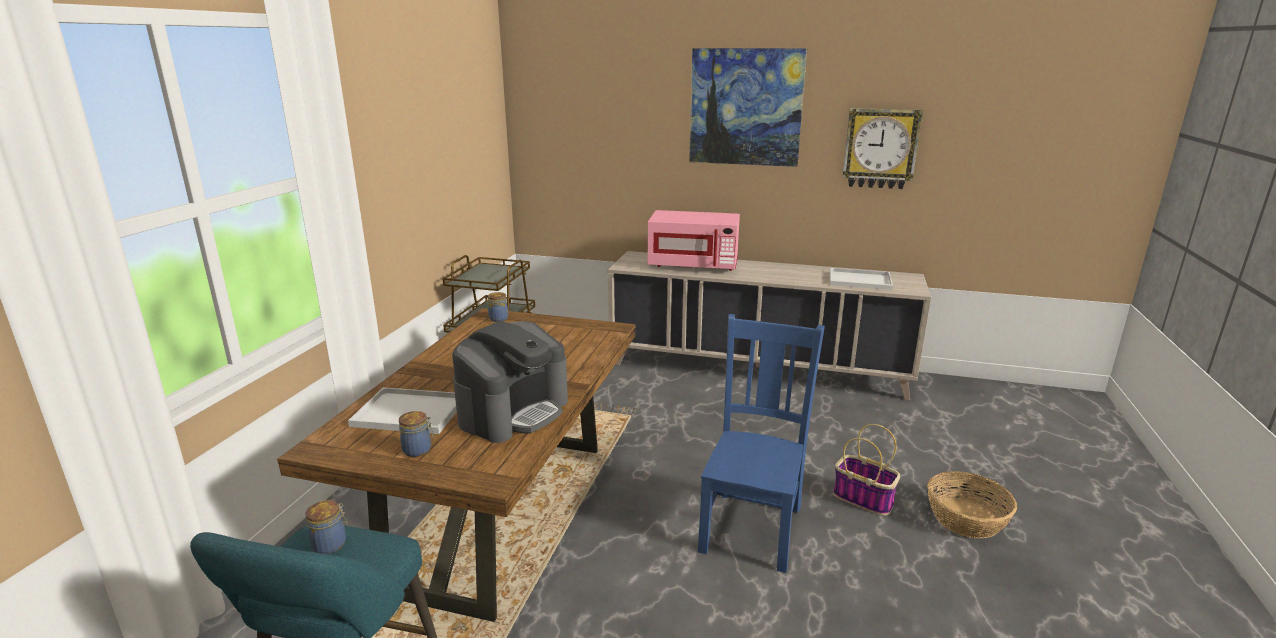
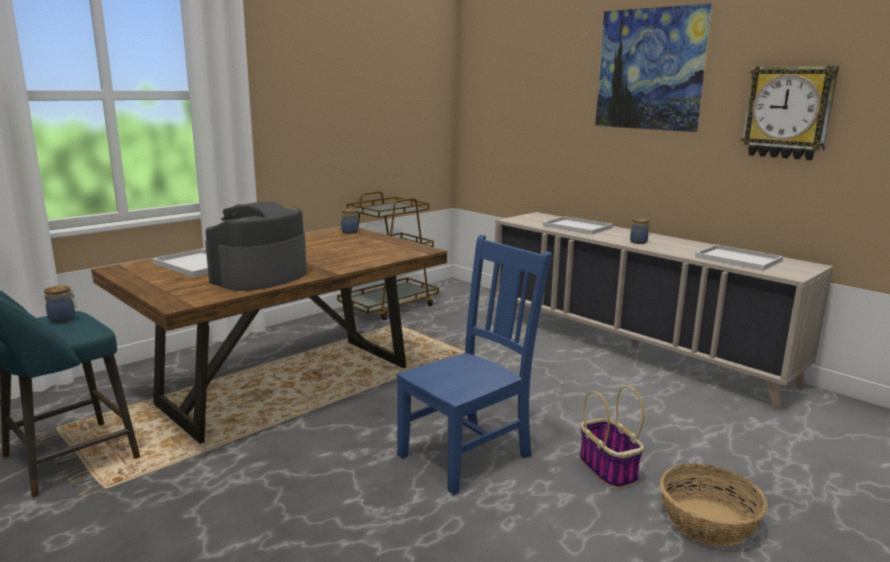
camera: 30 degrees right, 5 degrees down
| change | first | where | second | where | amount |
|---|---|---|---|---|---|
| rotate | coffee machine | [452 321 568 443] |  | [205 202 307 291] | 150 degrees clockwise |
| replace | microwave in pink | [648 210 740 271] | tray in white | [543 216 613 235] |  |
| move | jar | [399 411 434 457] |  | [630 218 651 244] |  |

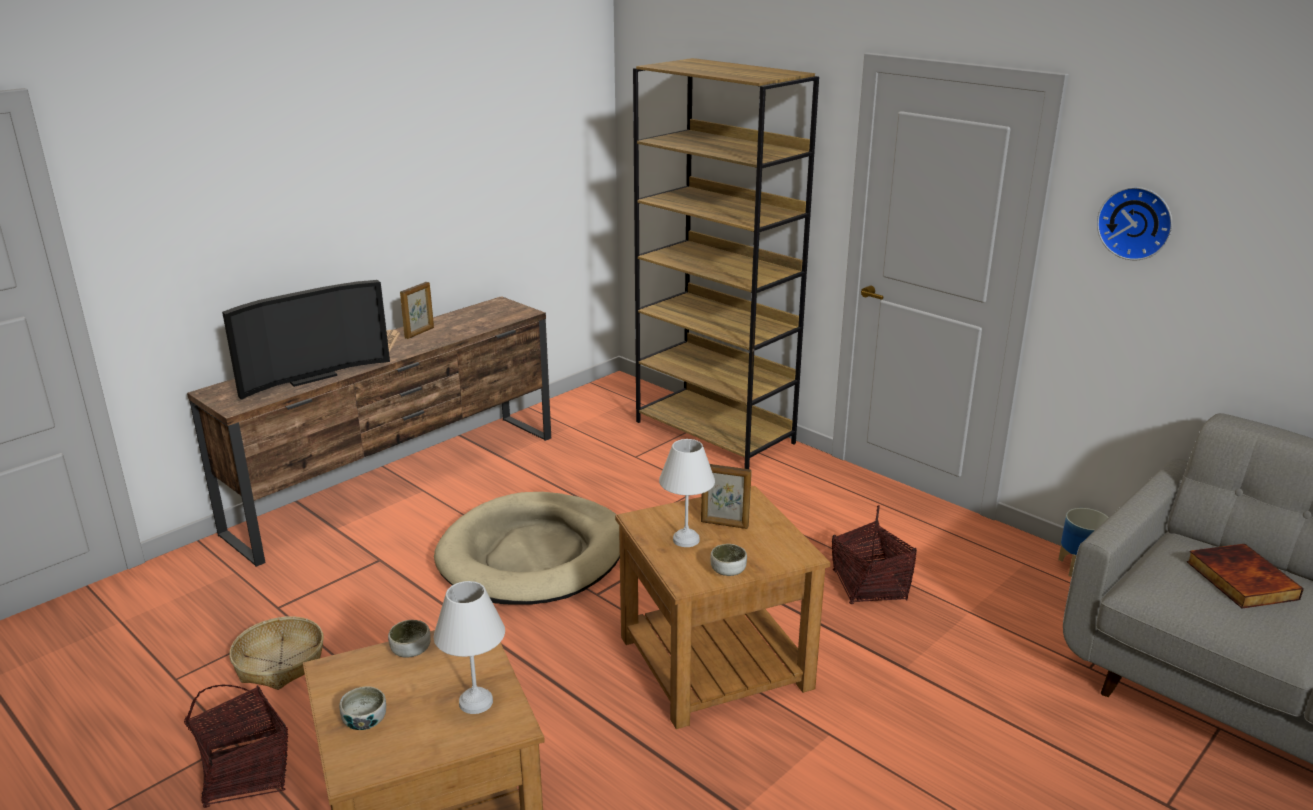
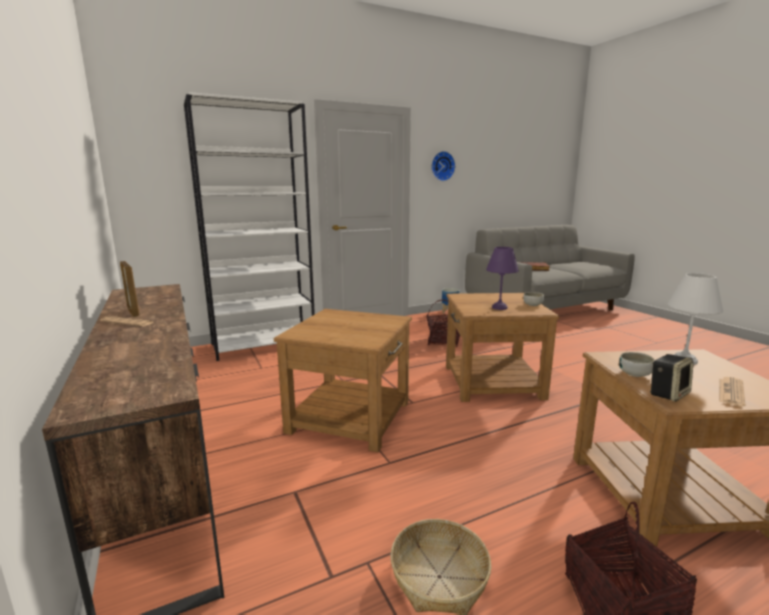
camera: 70 degrees left, 10 degrees down
| change | first | where | second | where | amount |
|---|---|---|---|---|---|
| recolor | bookcase in brown | [633 58 819 469] | bookcase in white | [184 92 315 361] |  |
| replace | dog bed in beige | [434 492 620 605] | side table in brown | [274 309 412 452] |  |
| recolor | table lamp in white | [659 439 715 547] | table lamp in purple | [486 247 519 310] |  |
| insert |  |  | speaker | [650 354 694 402] |  |
| replace | bowl | [339 686 386 730] | newspaper | [719 377 745 407] |  |
| delete | television | [222 280 390 400] |  |  |  |
| delete | picture frame | [701 464 752 529] |  |  |  |

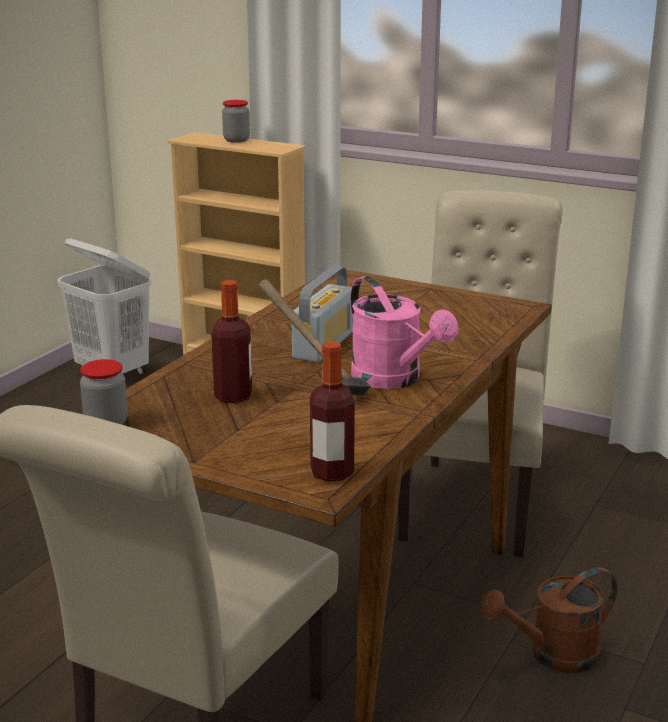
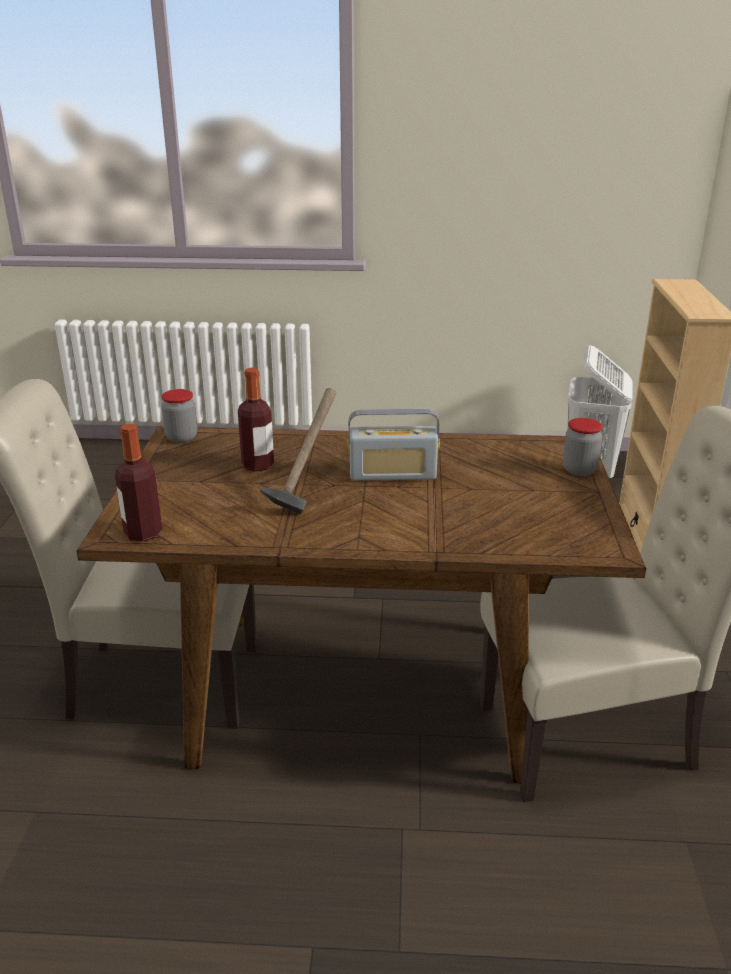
camera: 65 degrees right, 5 degrees up
| change | first | where | second | where | amount |
|---|---|---|---|---|---|
| move | jar | [222 100 250 143] |  | [563 418 603 476] |  |
| delete | watering can in pink | [350 276 458 389] |  |  |  |
| delete | watering can in brown | [481 567 617 673] |  |  |  |

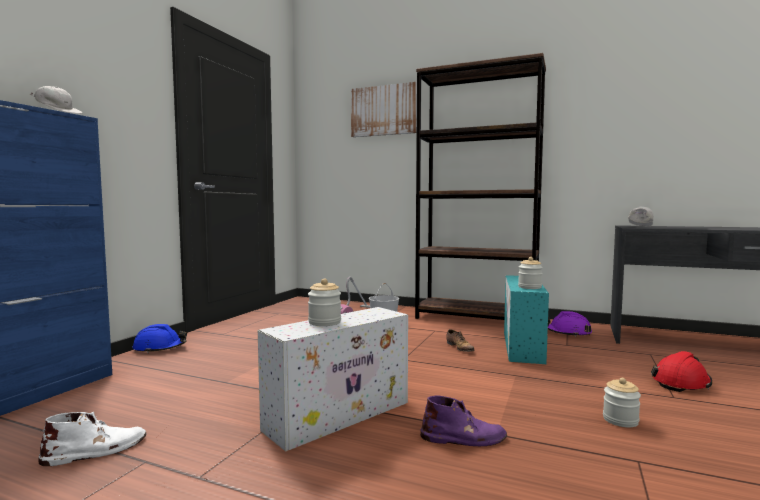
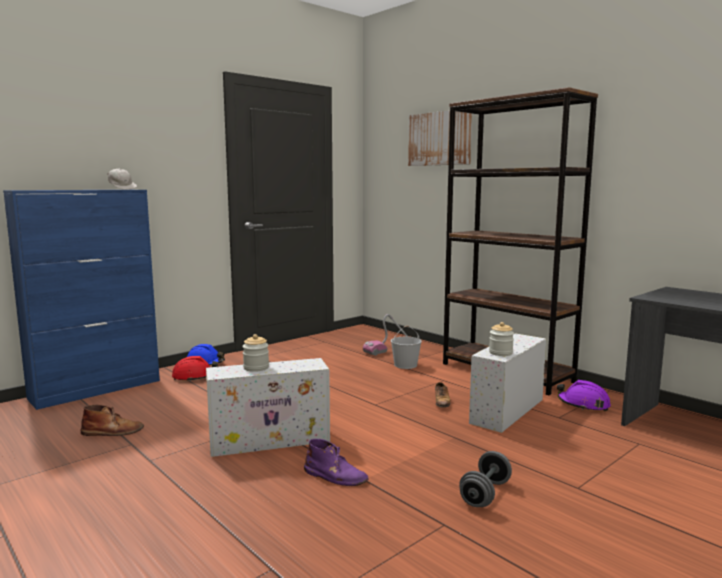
camera: 25 degrees right, 5 degrees up
| change | first | where | second | where | amount |
|---|---|---|---|---|---|
| recolor | boot in white | [39 412 146 466] | boot in brown | [81 405 144 436] |  |
| move | hard hat in red | [651 351 712 392] |  | [172 356 218 382] |  |
| replace | jar | [603 378 641 427] | dumbbell in grey | [459 451 512 507] |  |
| recolor | storage box in turquoise | [504 275 549 364] | storage box in white | [469 333 546 433] |  |
| delete | cap in white | [628 207 653 226] |  |  |  |

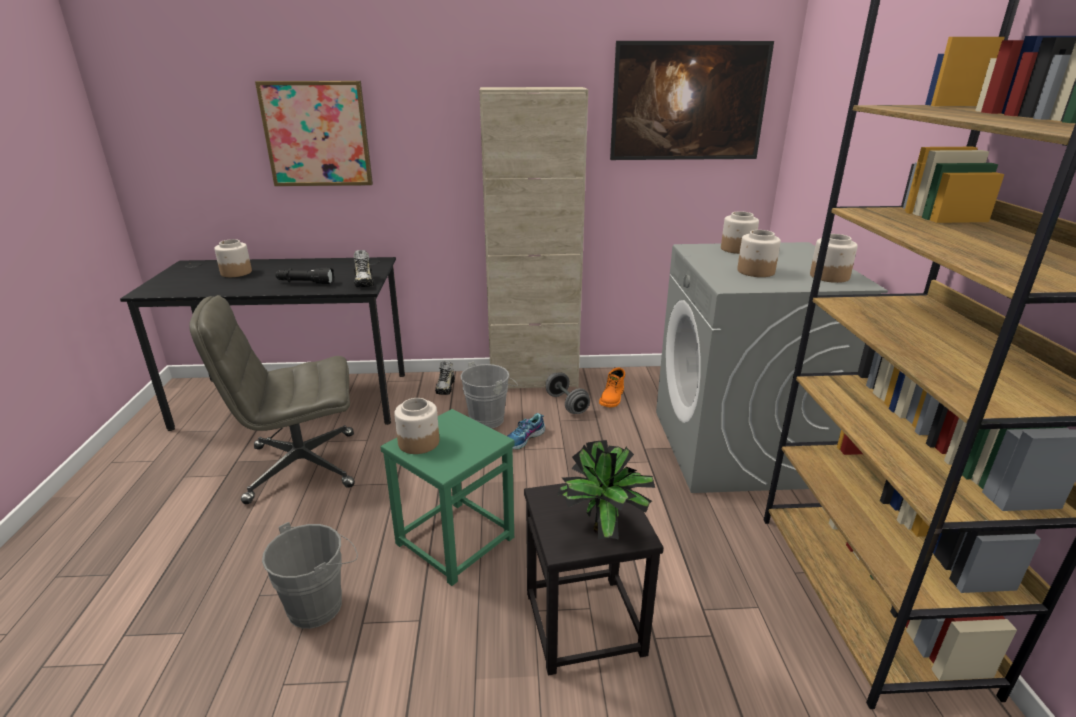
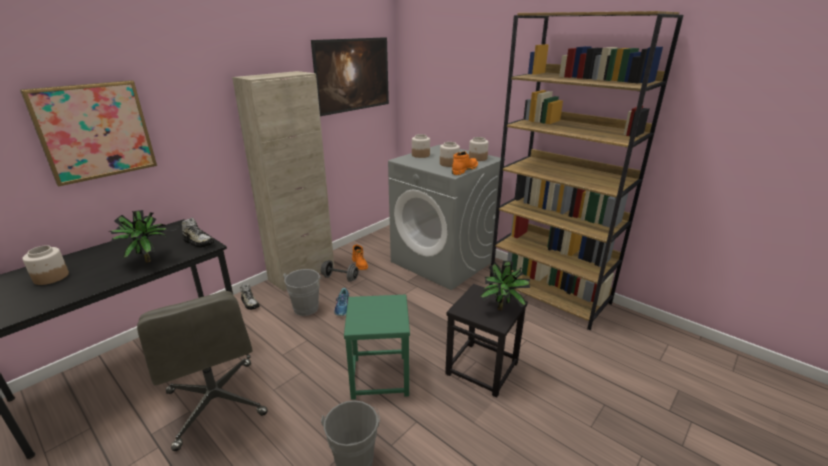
camera: 45 degrees left, 0 degrees up
| change | first | where | second | where | amount |
|---|---|---|---|---|---|
| replace | flashlight in black | [275 268 335 284] | potted plant | [109 210 169 263] |  |
| rotate | office chair in grey | [189 295 355 504] |  | [137 291 268 451] | 60 degrees counterclockwise |
| insert |  |  | boot in orange | [452 151 478 175] |  |
| delete | jar | [394 398 439 454] |  |  |  |

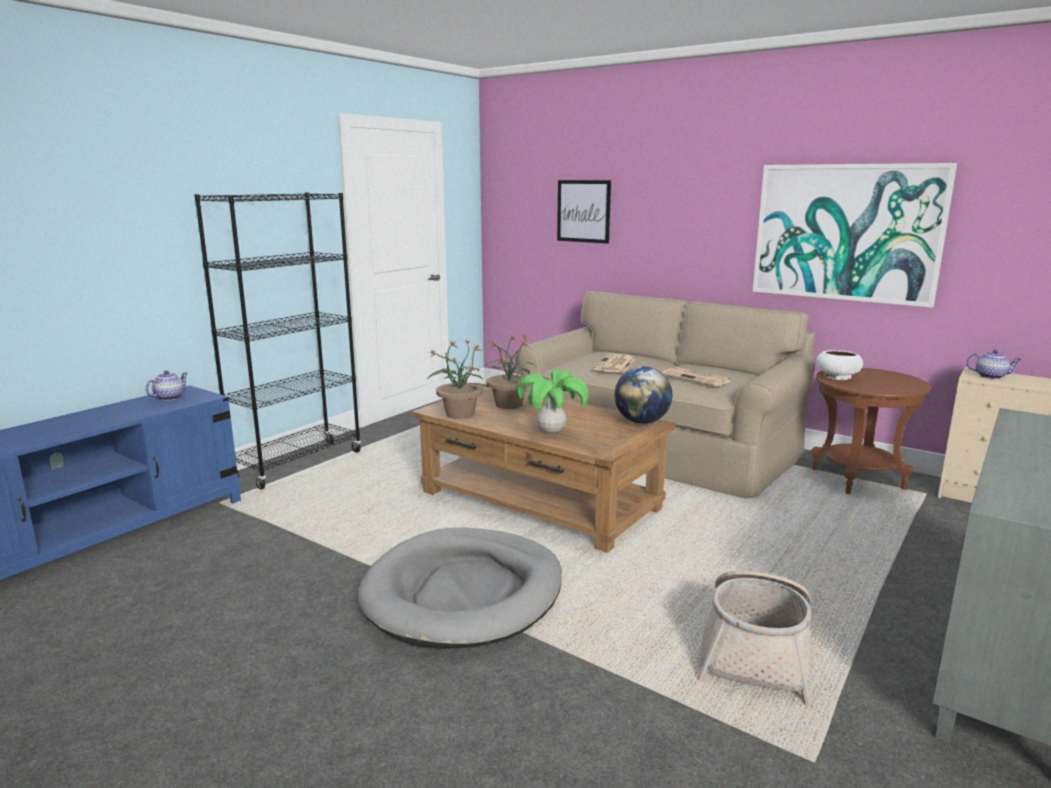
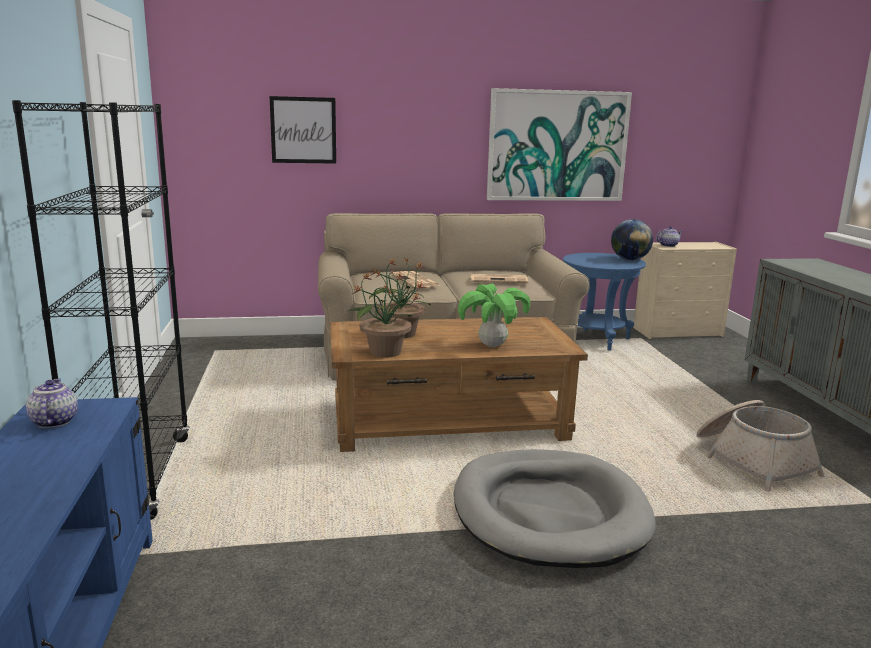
camera: 45 degrees left, 0 degrees up
| change | first | where | second | where | amount |
|---|---|---|---|---|---|
| recolor | side table in brown | [811 368 931 494] | side table in blue | [563 253 646 351] |  |
| move | globe | [614 366 672 424] |  | [611 219 653 260] |  |
| delete | bowl in white | [816 350 863 380] |  |  |  |

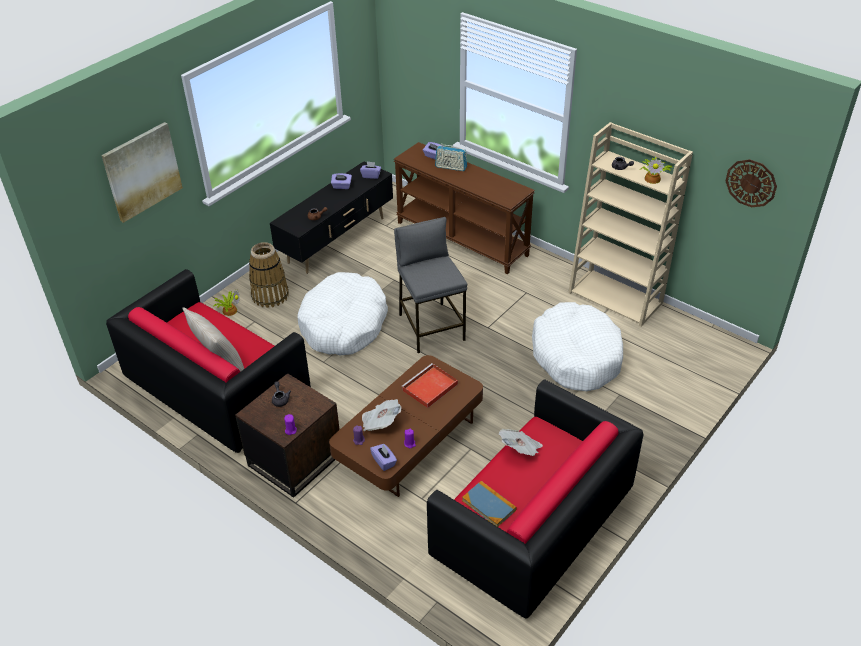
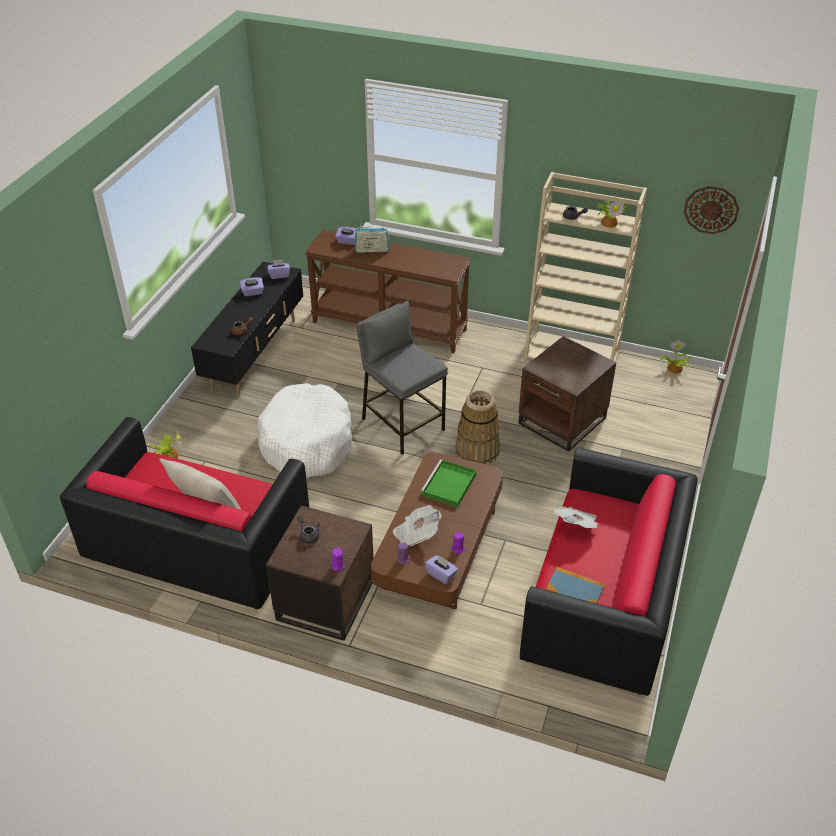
camera: 20 degrees left, 0 degrees up
| change | first | where | second | where | amount |
|---|---|---|---|---|---|
| recolor | tray in red | [401 363 458 408] | tray in green | [421 459 476 507] |  |
| move | basket | [249 242 289 308] |  | [456 390 500 464] |  |
| replace | dog bed in white | [532 302 623 391] | side table in brown | [518 336 616 452] |  |
| insert |  |  | potted plant | [660 340 691 374] |  |
| delete | picture | [101 122 183 223] |  |  |  |

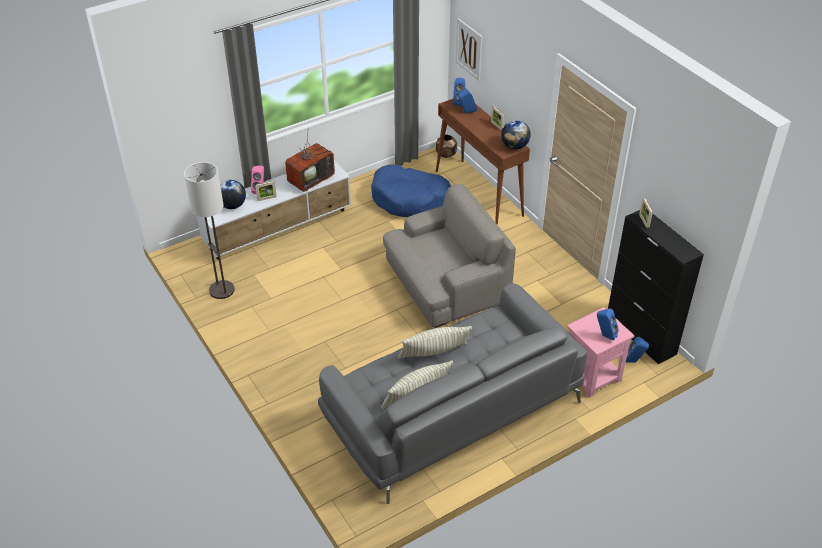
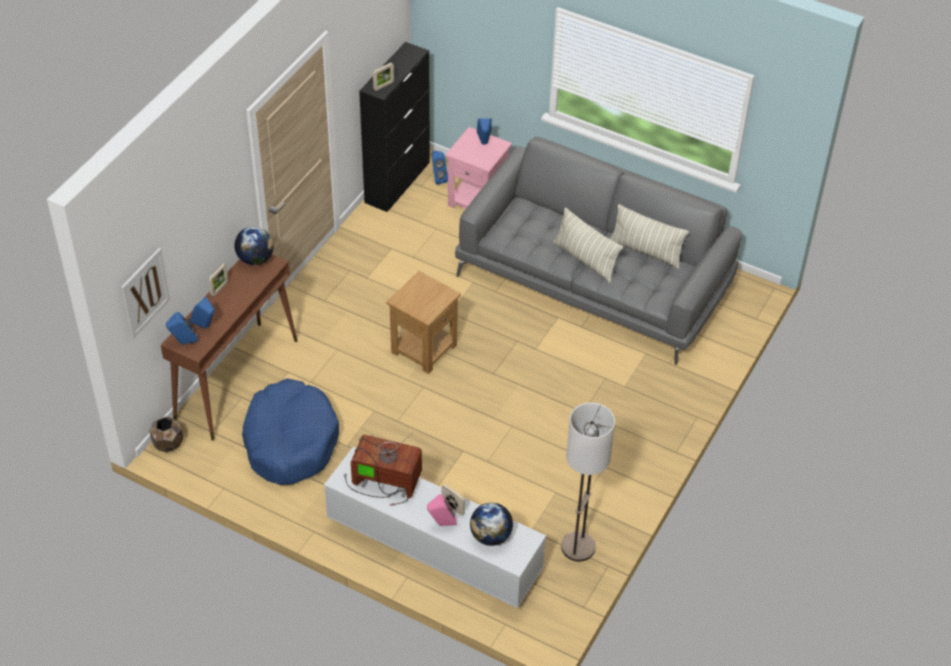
camera: 120 degrees left, 5 degrees up
| change | first | where | second | where | amount |
|---|---|---|---|---|---|
| replace | armchair in grey | [383 184 516 328] | side table in brown | [386 271 461 374] |  |

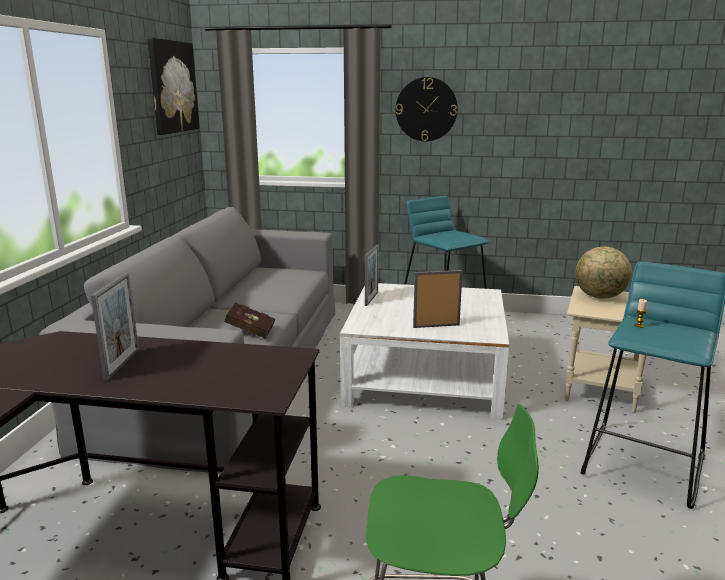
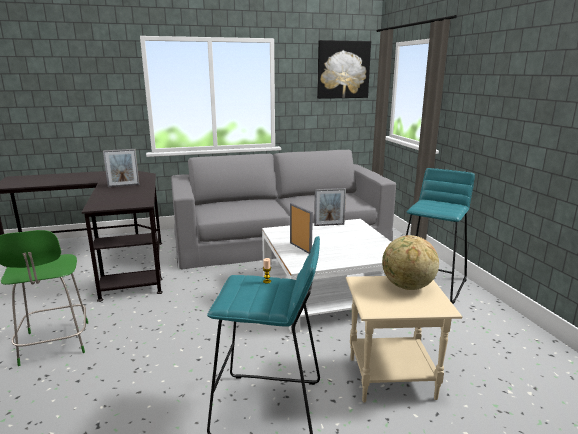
camera: 65 degrees right, 0 degrees up
| change | first | where | second | where | amount |
|---|---|---|---|---|---|
| delete | book in red | [224 303 275 339] |  |  |  |
| delete | wall clock | [396 77 458 141] |  |  |  |

